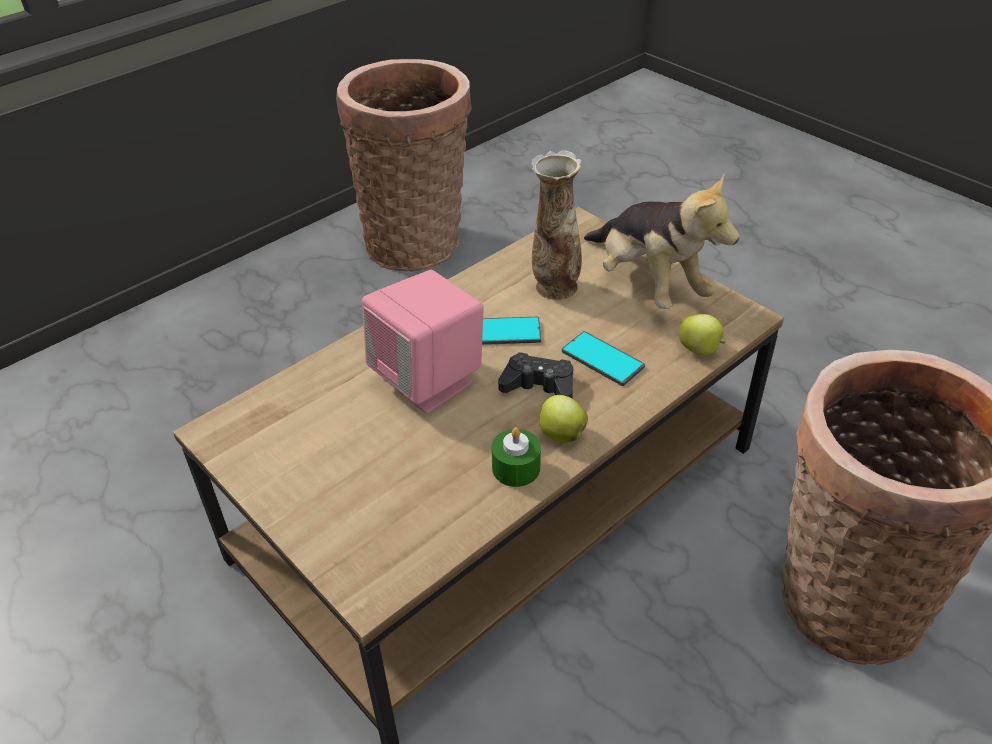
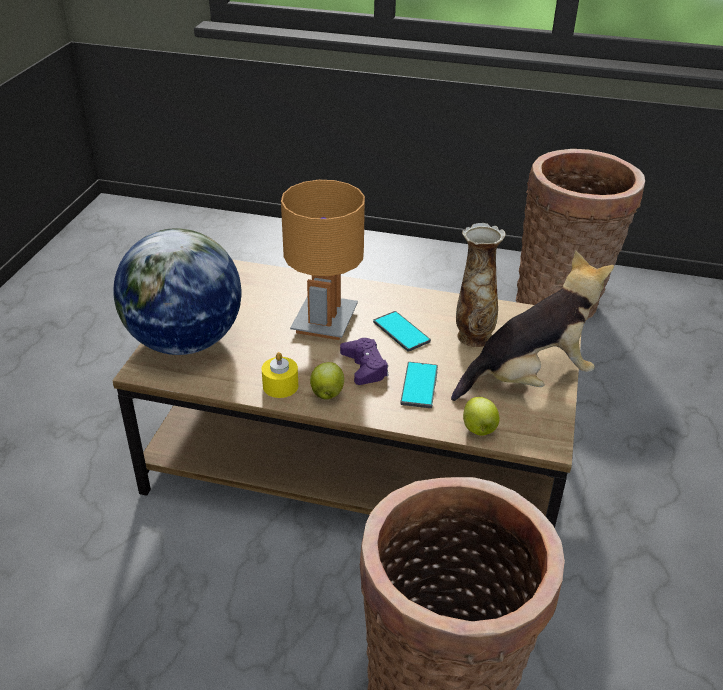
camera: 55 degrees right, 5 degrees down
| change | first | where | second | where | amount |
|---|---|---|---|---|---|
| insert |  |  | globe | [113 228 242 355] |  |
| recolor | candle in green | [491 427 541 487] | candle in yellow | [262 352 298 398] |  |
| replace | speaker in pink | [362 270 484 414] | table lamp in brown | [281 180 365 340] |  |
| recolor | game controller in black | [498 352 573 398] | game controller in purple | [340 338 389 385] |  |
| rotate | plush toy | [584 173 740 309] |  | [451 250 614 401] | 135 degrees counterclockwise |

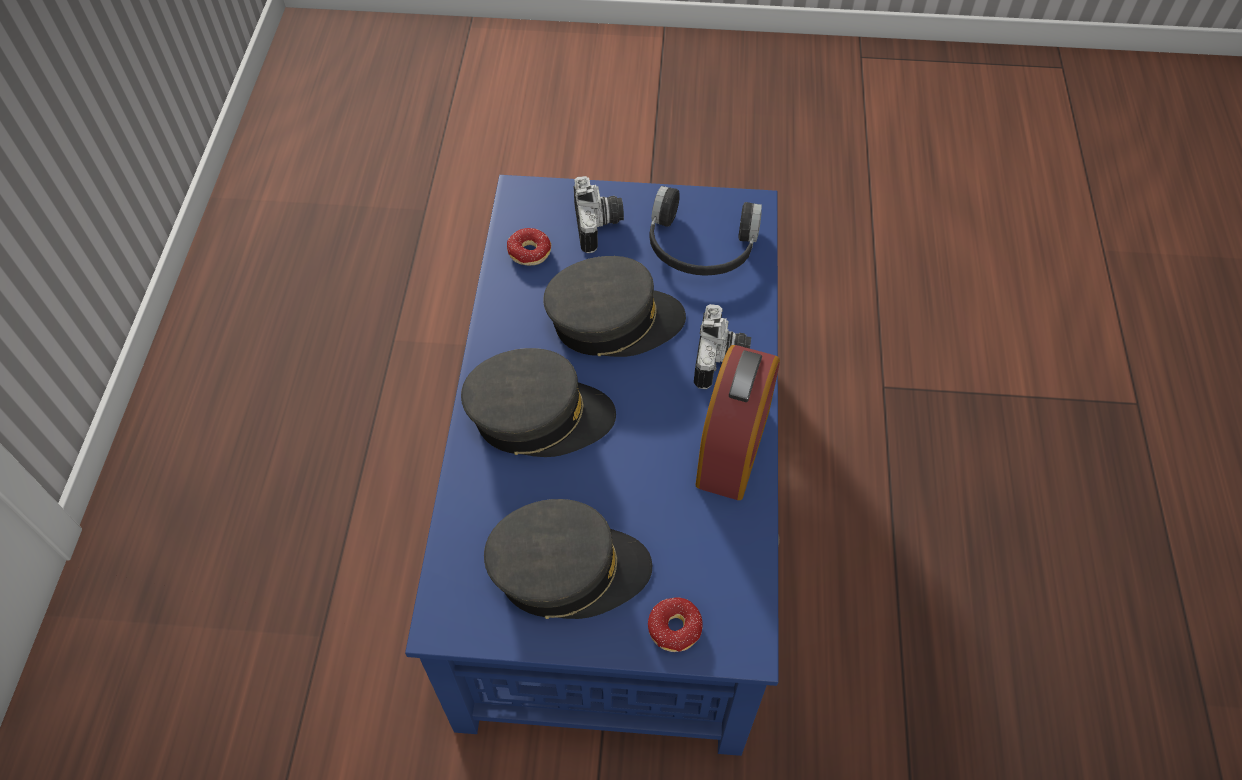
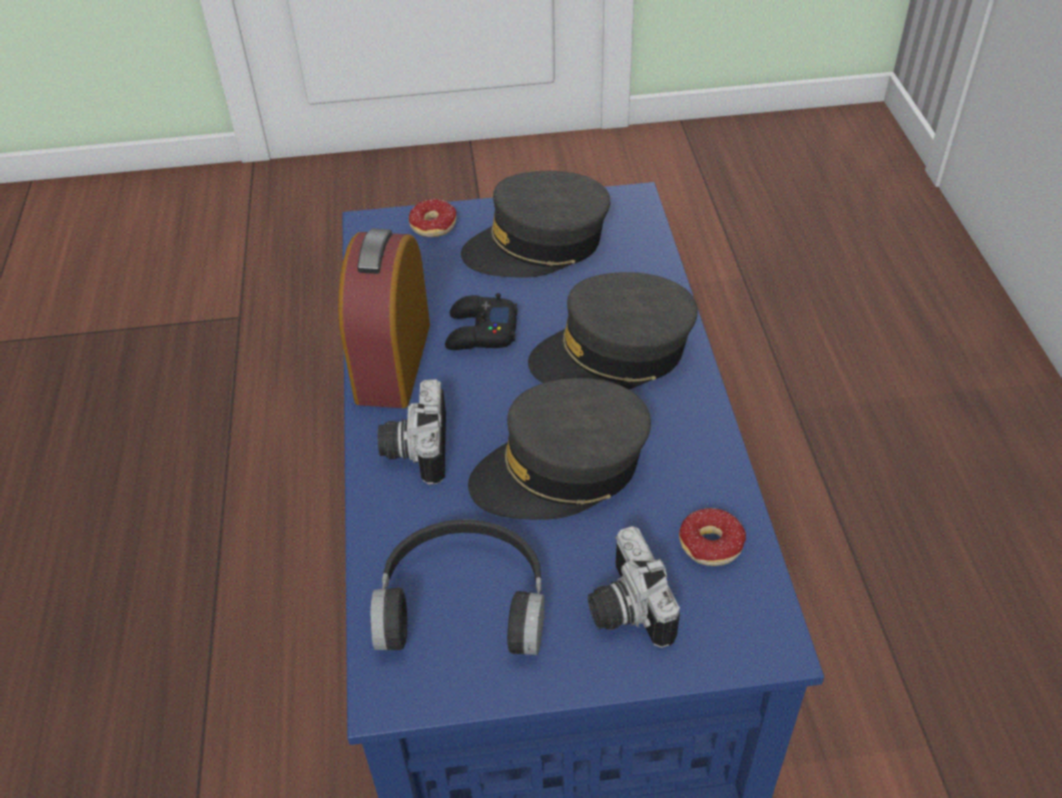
camera: 170 degrees right, 10 degrees down
| change | first | where | second | where | amount |
|---|---|---|---|---|---|
| insert |  |  | game controller in black | [445 293 517 350] |  |

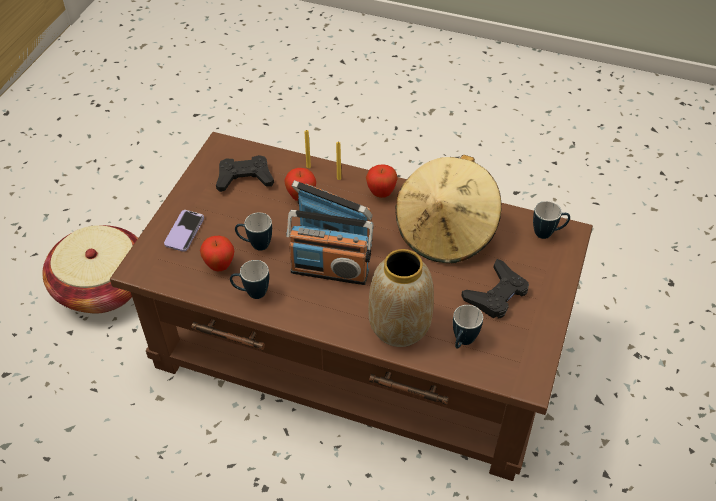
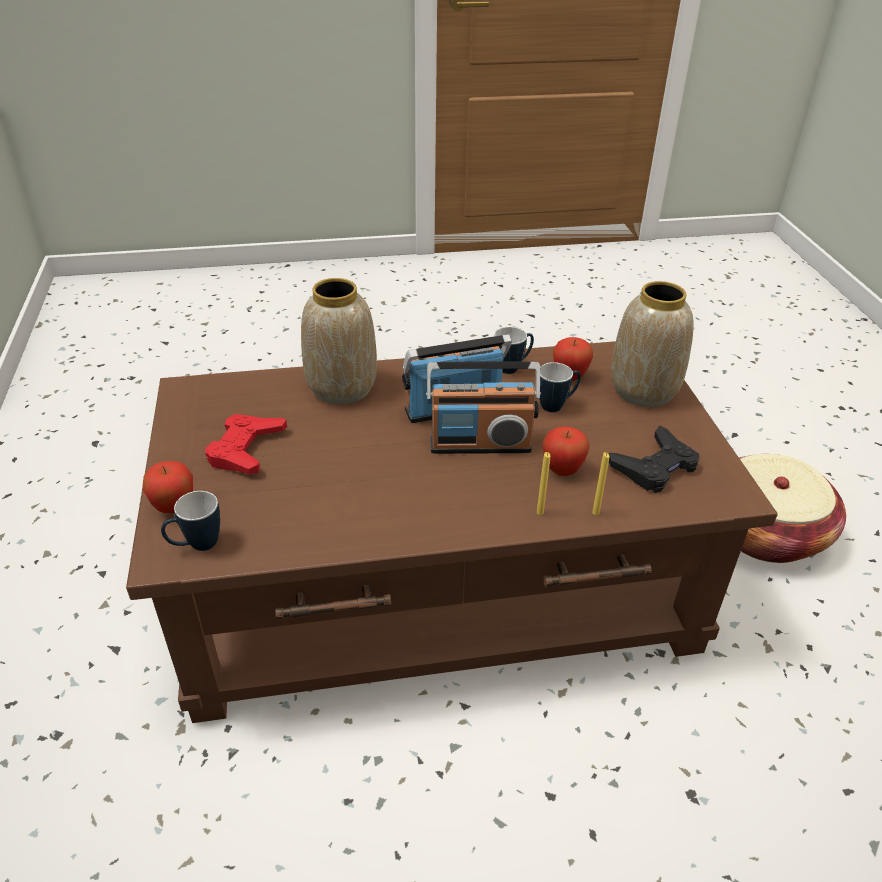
camera: 150 degrees right, 10 degrees down
| change | first | where | second | where | amount |
|---|---|---|---|---|---|
| move | apple | [366 164 398 198] |  | [142 461 193 513] |  |
| recolor | game controller in black | [461 259 529 319] | game controller in red | [205 414 287 474] |  |
| replace | phone | [164 210 204 252] | vase | [611 281 694 407] |  |
| delete | hat in beige | [396 155 501 263] |  |  |  |
| delete | mug | [453 305 483 349] |  |  |  |

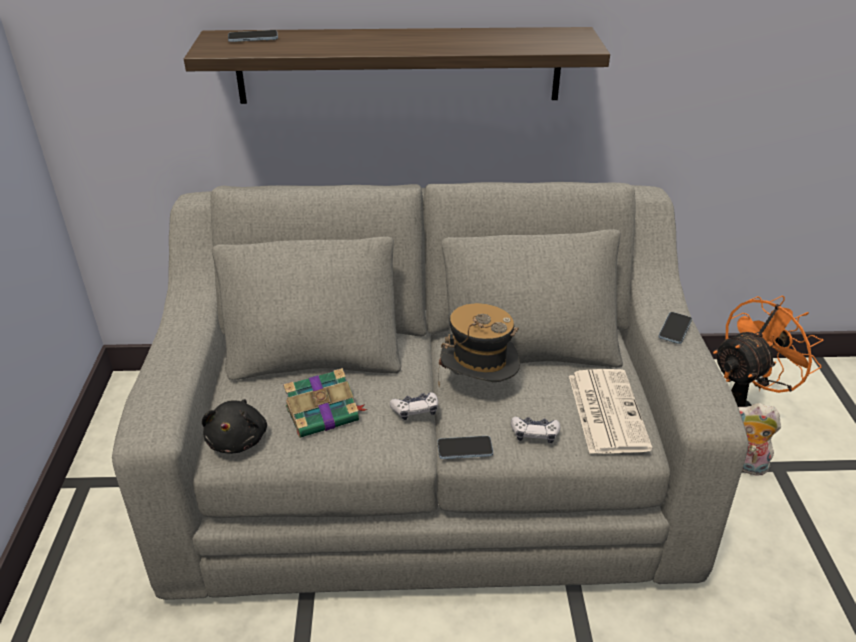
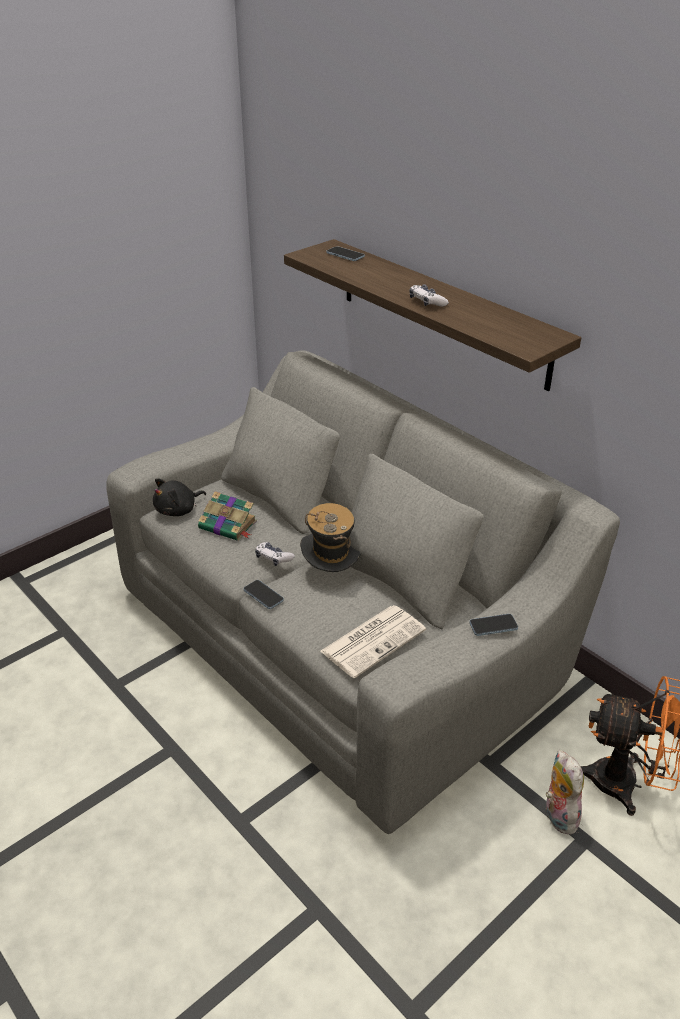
camera: 50 degrees right, 0 degrees up
| change | first | where | second | where | amount |
|---|---|---|---|---|---|
| move | game controller | [511 416 560 444] |  | [409 284 449 307] |  |

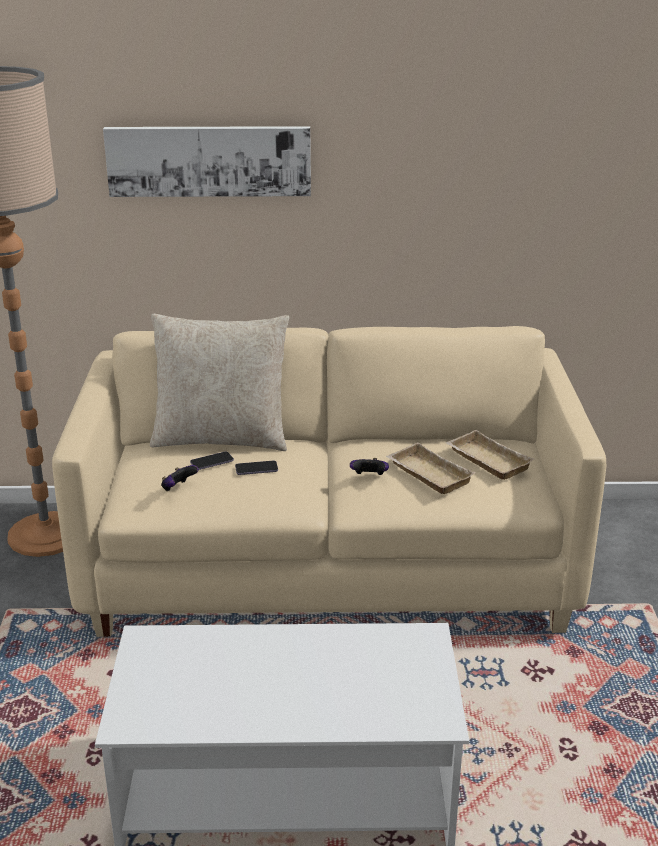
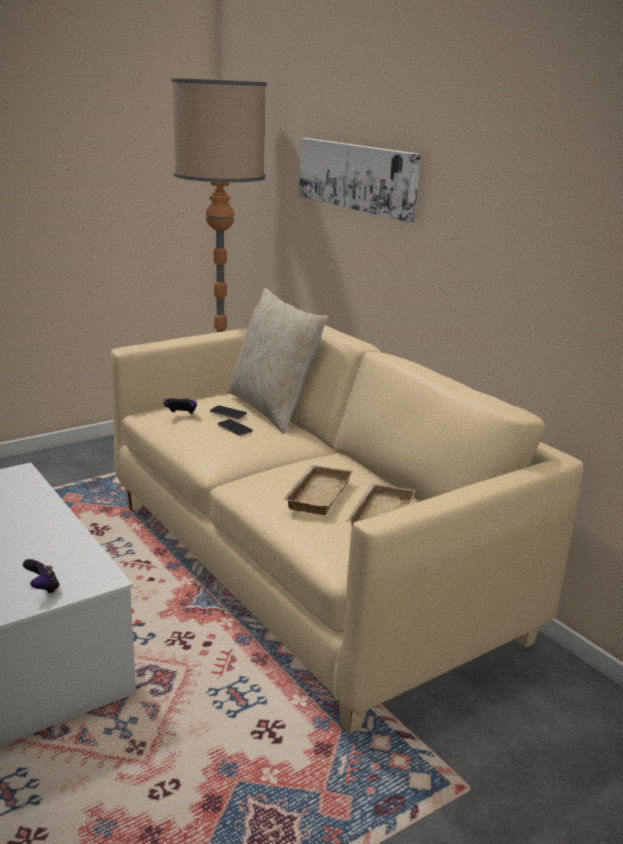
camera: 55 degrees right, 5 degrees down
| change | first | where | second | where | amount |
|---|---|---|---|---|---|
| move | game controller | [350 458 389 475] |  | [23 559 60 594] |  |

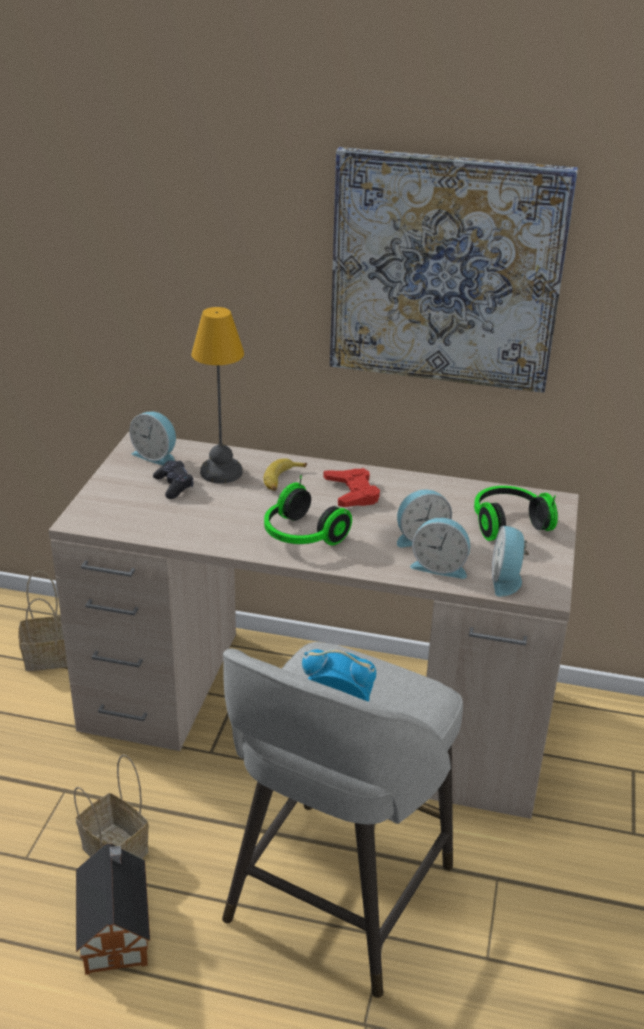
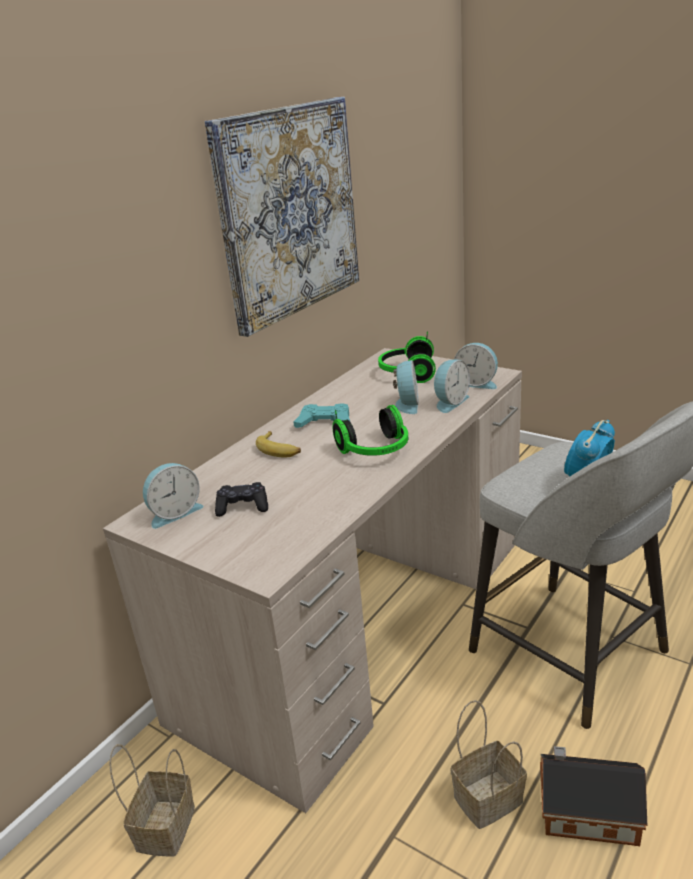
camera: 65 degrees left, 5 degrees down
| change | first | where | second | where | amount |
|---|---|---|---|---|---|
| recolor | game controller in red | [324 468 380 507] | game controller in turquoise | [293 403 350 428] |  |
| delete | table lamp | [191 307 244 483] |  |  |  |

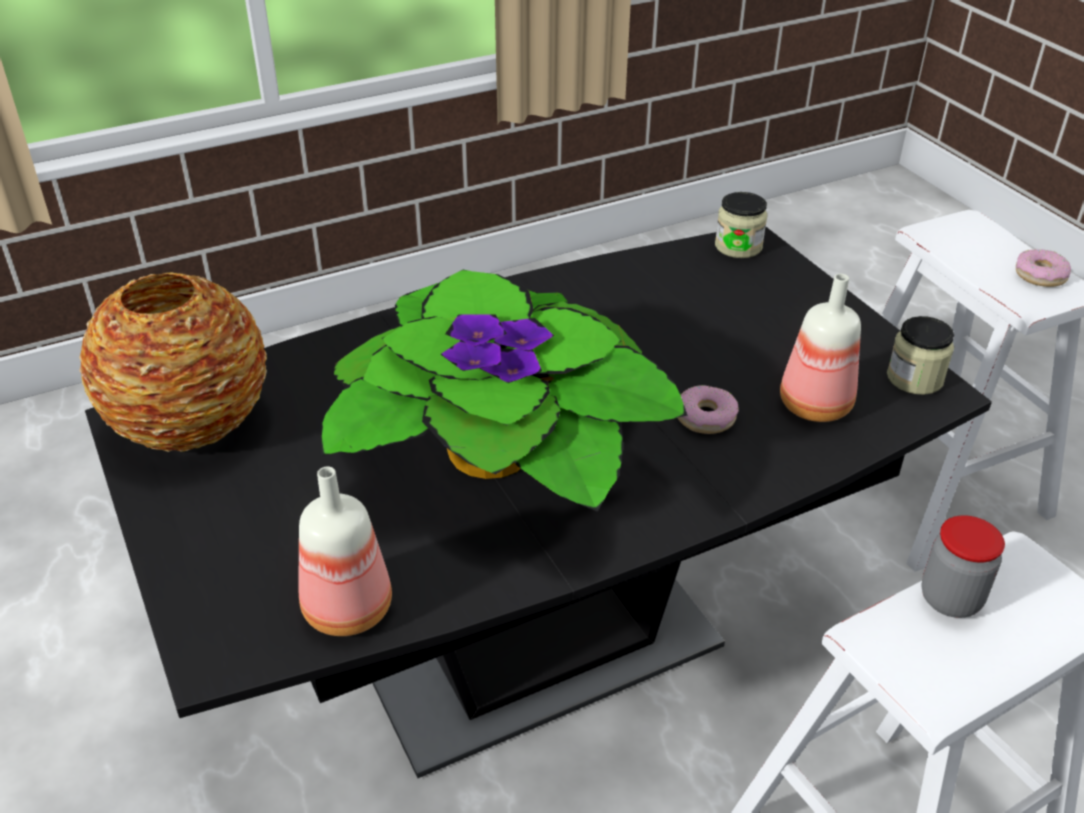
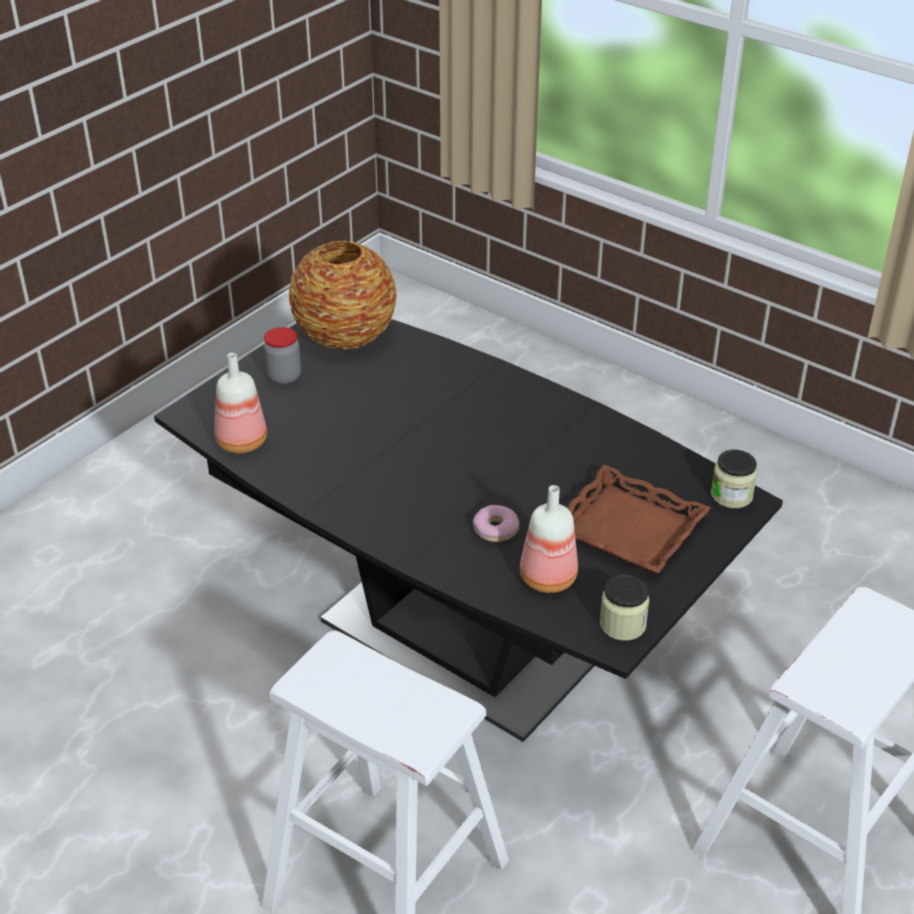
camera: 65 degrees right, 0 degrees up
| change | first | where | second | where | amount |
|---|---|---|---|---|---|
| move | jar | [921 515 1005 618] |  | [264 327 301 384] |  |
| insert |  |  | tray in brown | [567 464 711 573] |  |
| delete | potted plant | [321 270 688 512] |  |  |  |
| delete | donut | [1016 249 1071 287] |  |  |  |

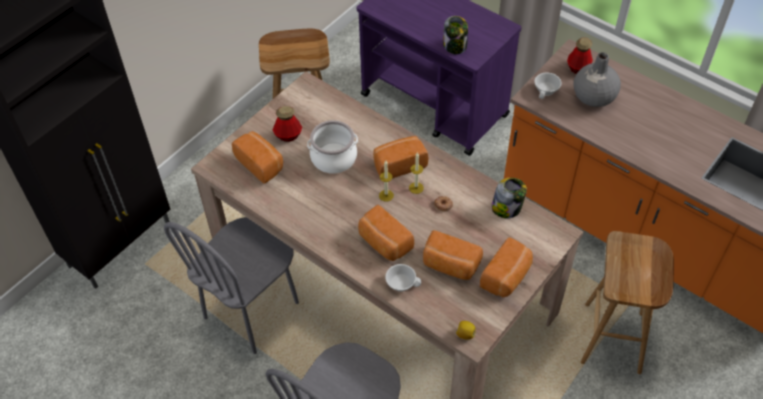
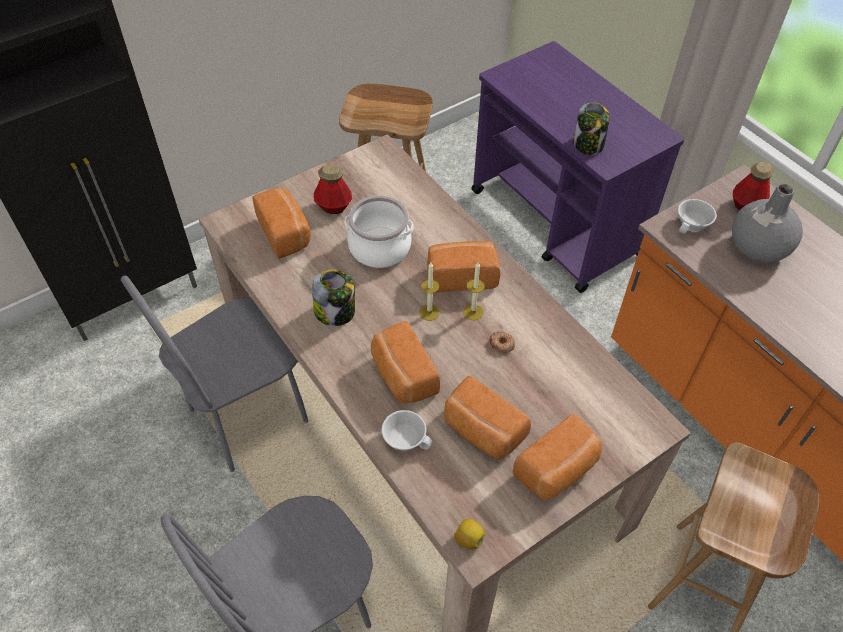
camera: 15 degrees right, 0 degrees up
| change | first | where | second | where | amount |
|---|---|---|---|---|---|
| move | jar | [491 178 527 218] |  | [312 270 355 326] |  |

